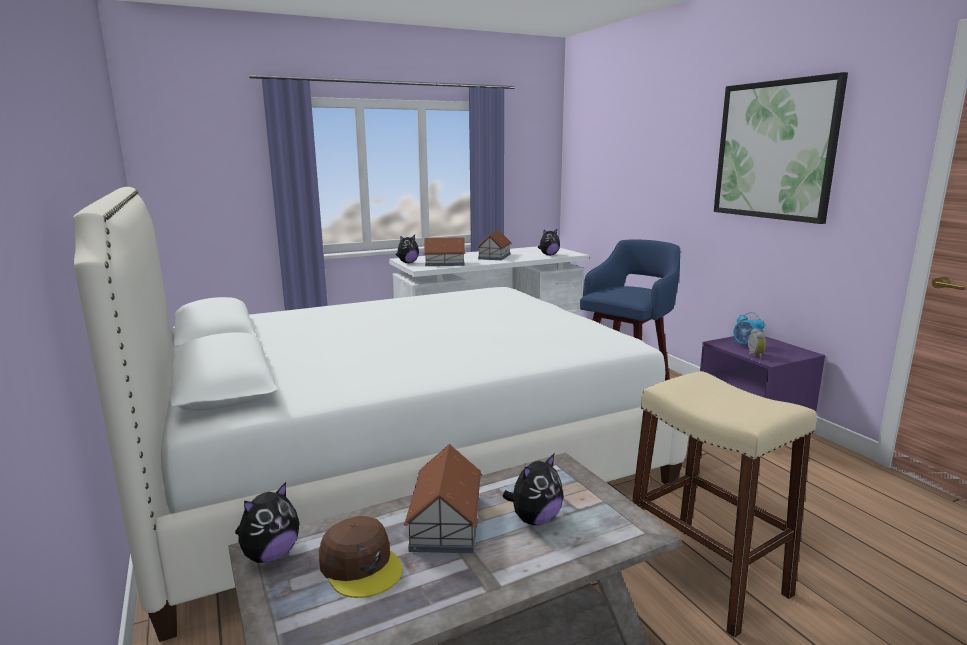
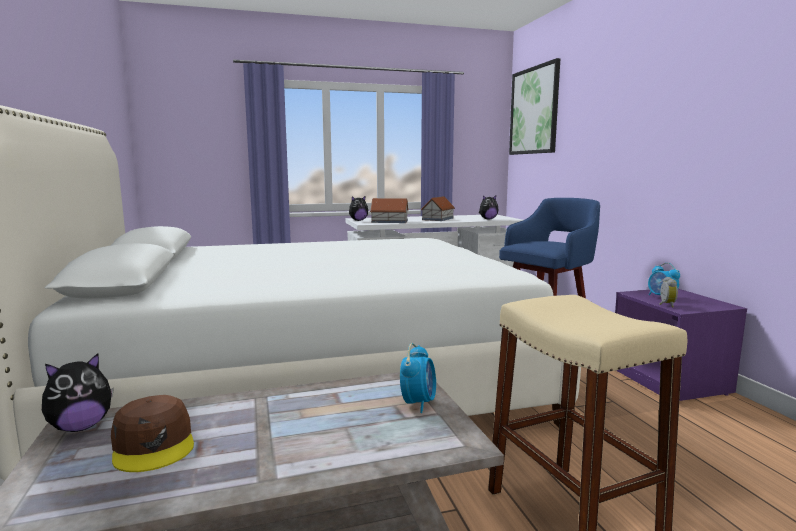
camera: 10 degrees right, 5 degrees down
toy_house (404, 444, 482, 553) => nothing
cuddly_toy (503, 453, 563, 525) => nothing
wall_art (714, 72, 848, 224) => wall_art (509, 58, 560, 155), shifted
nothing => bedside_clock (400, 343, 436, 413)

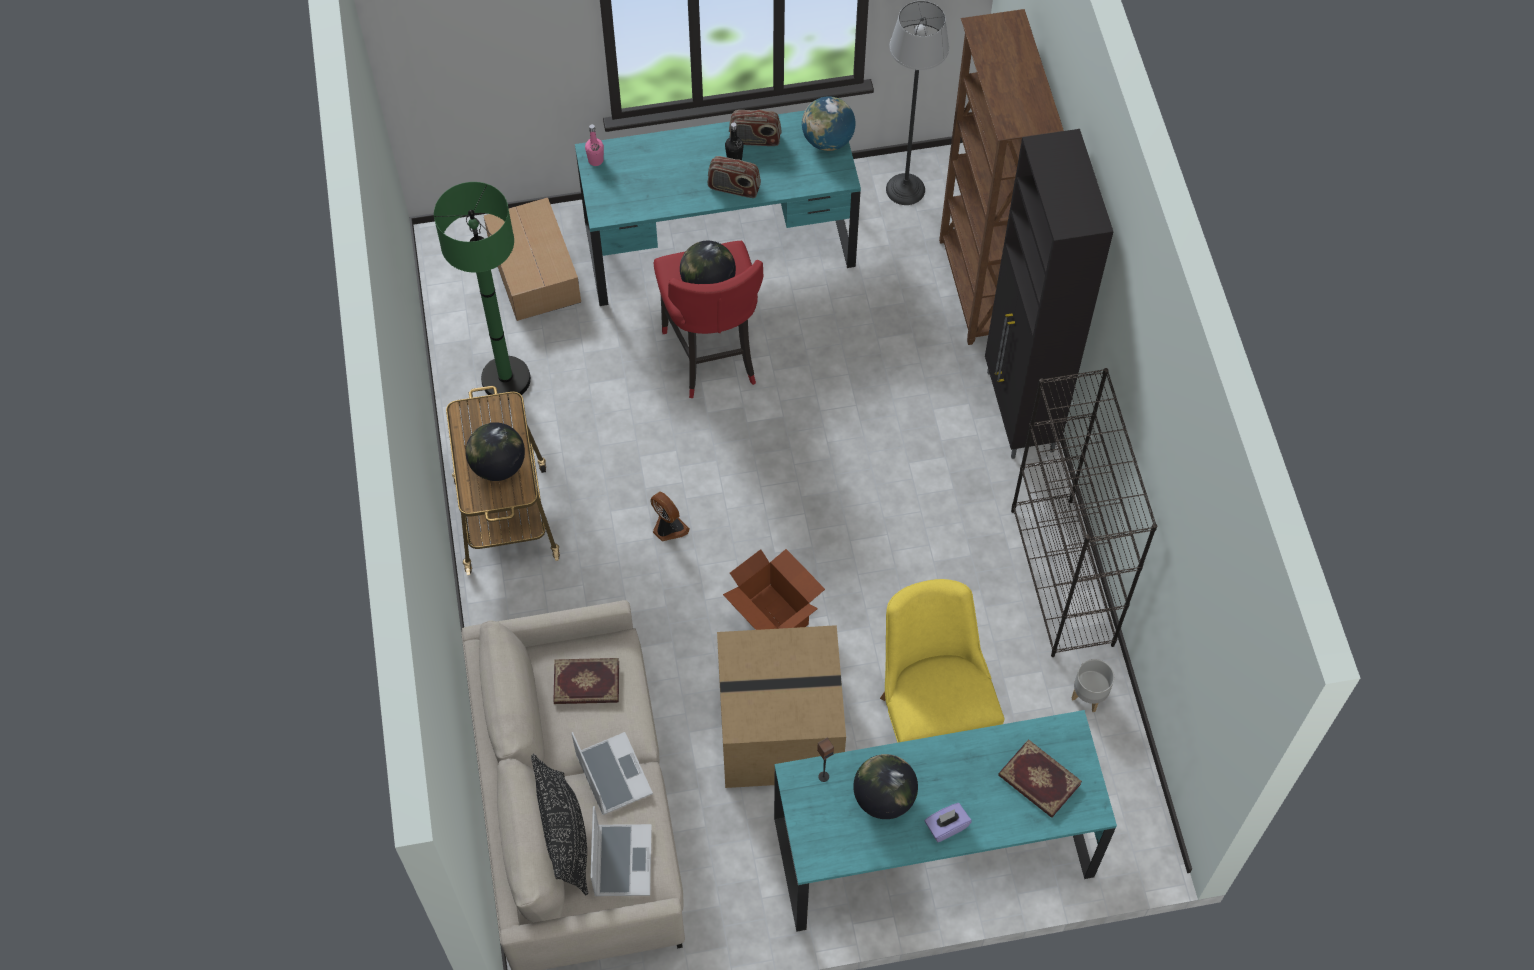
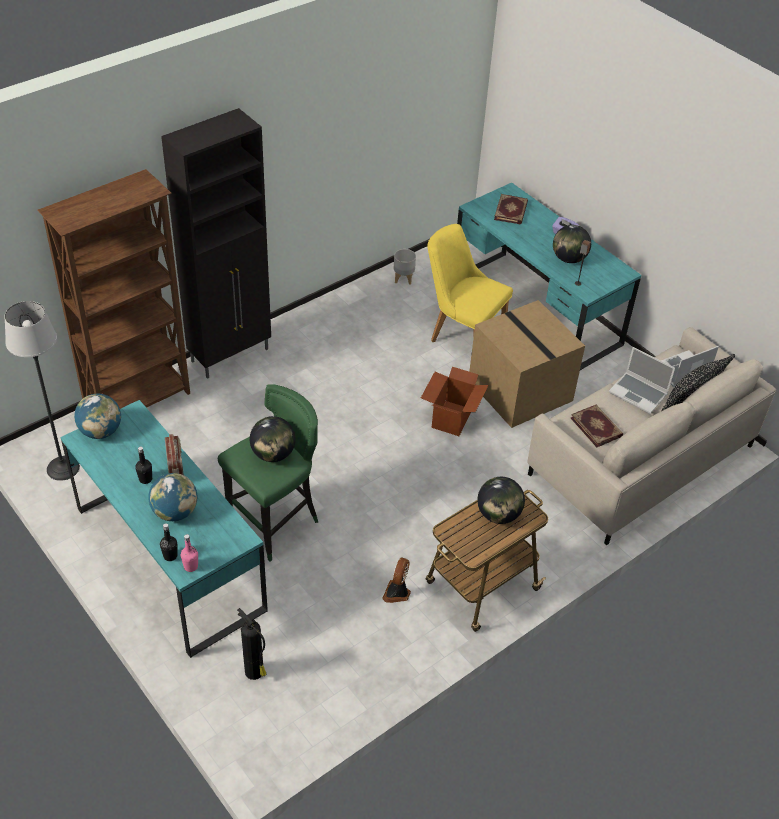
camera: 120 degrees left, 15 degrees down
green_floor_lamp (434, 182, 531, 400) => nothing
carton (484, 198, 581, 321) => fire-fighting_cylinder (237, 608, 267, 680)
notebook_computer (572, 732, 653, 815) => notebook_computer (609, 347, 675, 414), 90 degrees counterclockwise
cooling_fan (650, 491, 690, 541) => cooling_fan (382, 557, 411, 603), shifted
reddish_sitting_stool (654, 241, 763, 398) => green_sitting_stool (218, 384, 318, 561)
radio (729, 110, 781, 146) => nothing
yellow-coloured_upright_chair (880, 579, 1004, 743) => yellow-coloured_upright_chair (427, 224, 513, 342), 75 degrees clockwise
black-coloured_bookshelf (1011, 368, 1157, 657) => nothing
nothing => desk_globe (148, 473, 197, 521)
nothing => black-coloured_beverage_bottle (160, 523, 178, 561)

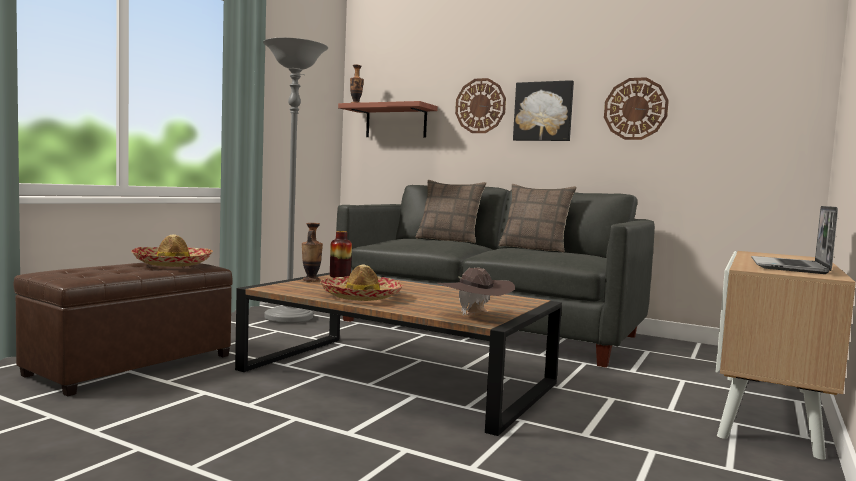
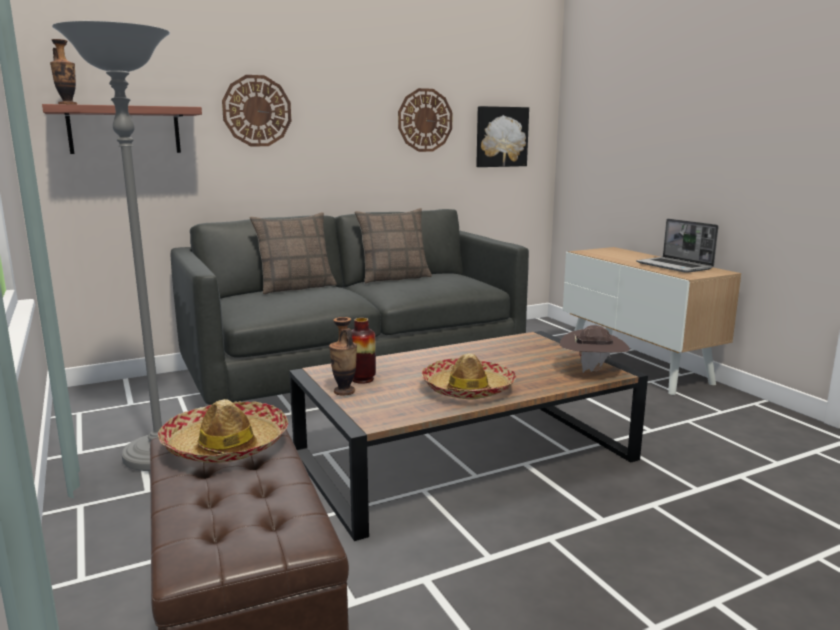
camera: 55 degrees left, 10 degrees up
wall_art (513, 80, 574, 141) => wall_art (476, 106, 529, 167), shifted

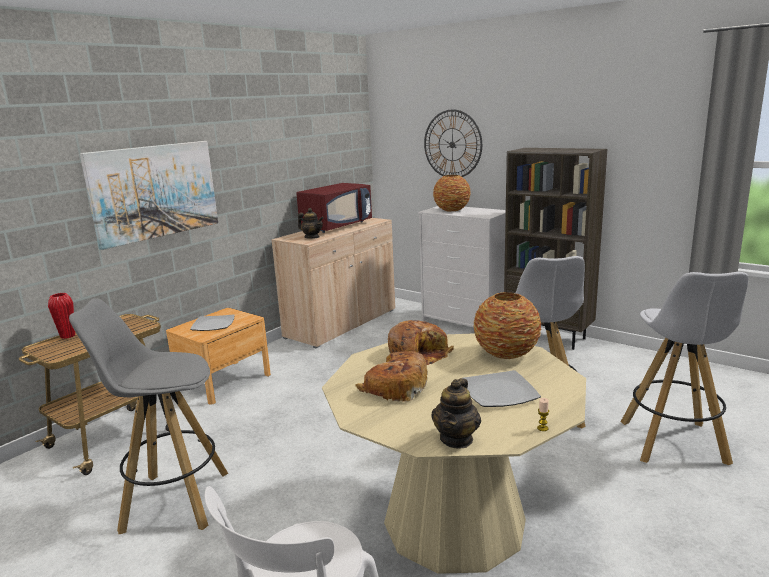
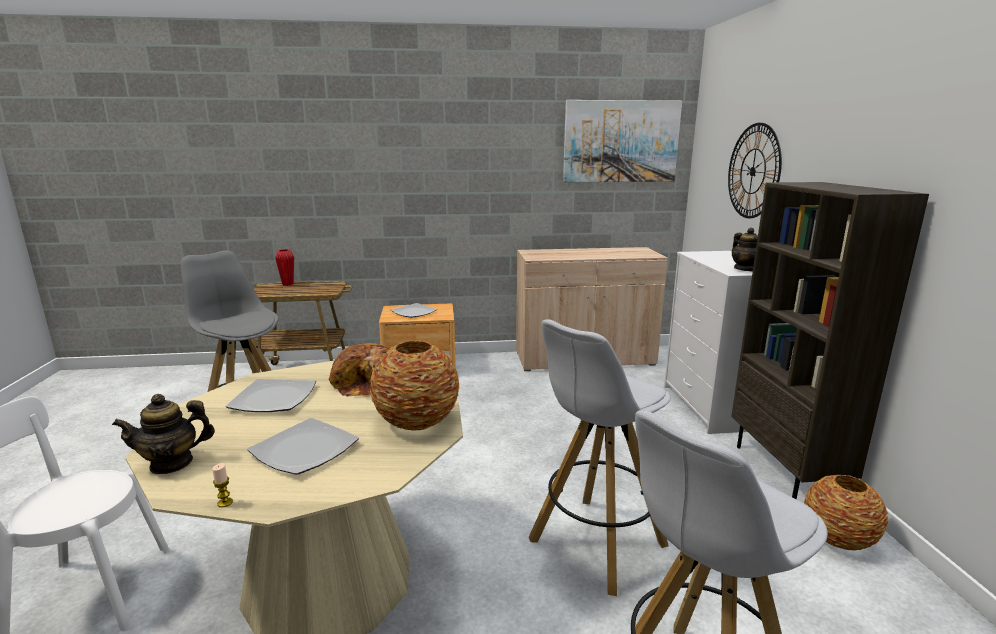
camera: 45 degrees right, 0 degrees up
wall_art (80, 141, 218, 250) => wall_art (563, 100, 682, 182), shifted
reddish_microwave (296, 183, 372, 233) => nothing
tea_pot (298, 208, 324, 239) => tea_pot (732, 228, 758, 271), shifted
baked_bread (355, 351, 427, 402) => plate (226, 379, 316, 412)
vase (433, 175, 471, 212) => vase (804, 475, 889, 551), shifted

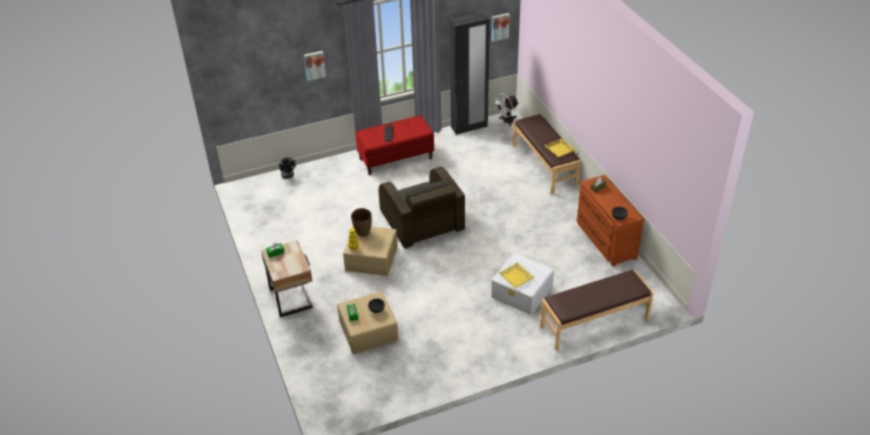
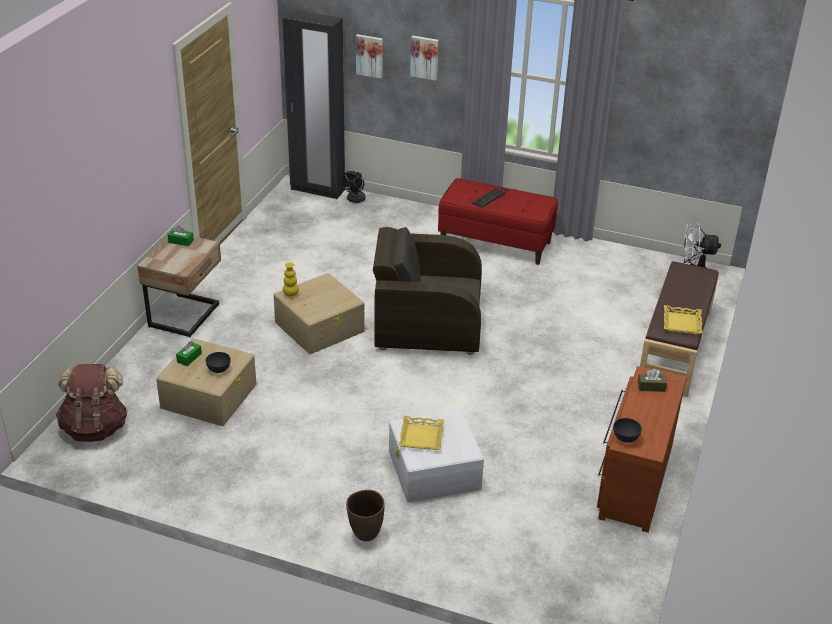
camera: 40 degrees right, 5 degrees down
brownish_vase (351, 208, 372, 236) => brownish_vase (346, 490, 385, 541), shifted
brownish_lounge_chair (379, 167, 465, 249) => brownish_lounge_chair (373, 227, 482, 355), 75 degrees clockwise
black-coloured_wardrobe (450, 12, 490, 135) => black-coloured_wardrobe (283, 10, 345, 199), shifted
wall_art (492, 13, 510, 42) => wall_art (356, 34, 383, 79), shifted
brownish_bench (540, 270, 654, 351) => nothing
nothing => brownish_rucksack (56, 364, 128, 442)

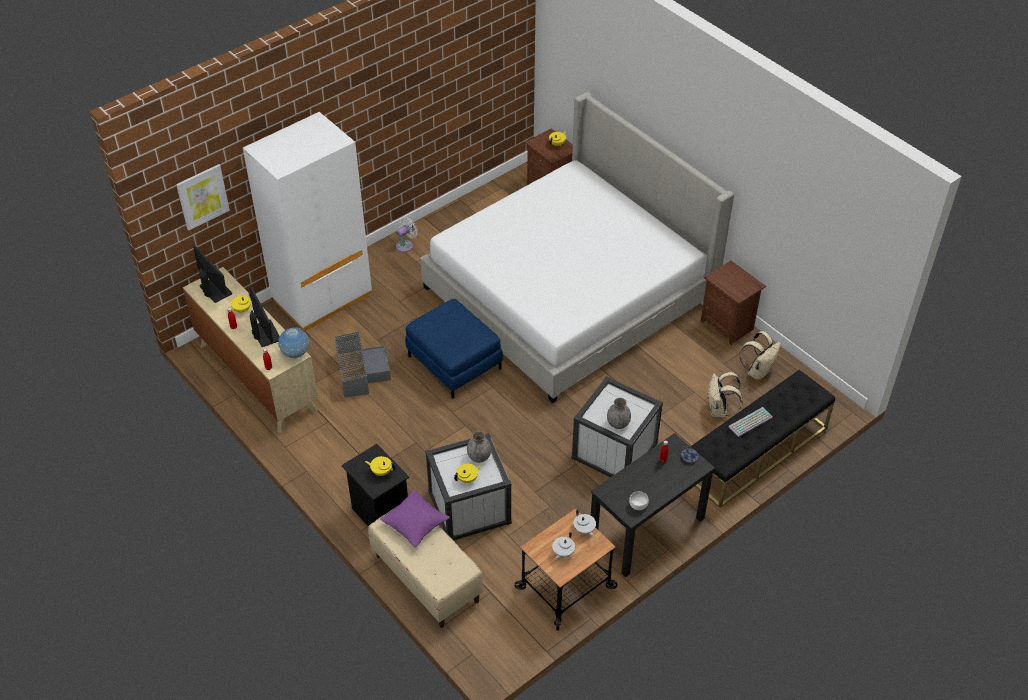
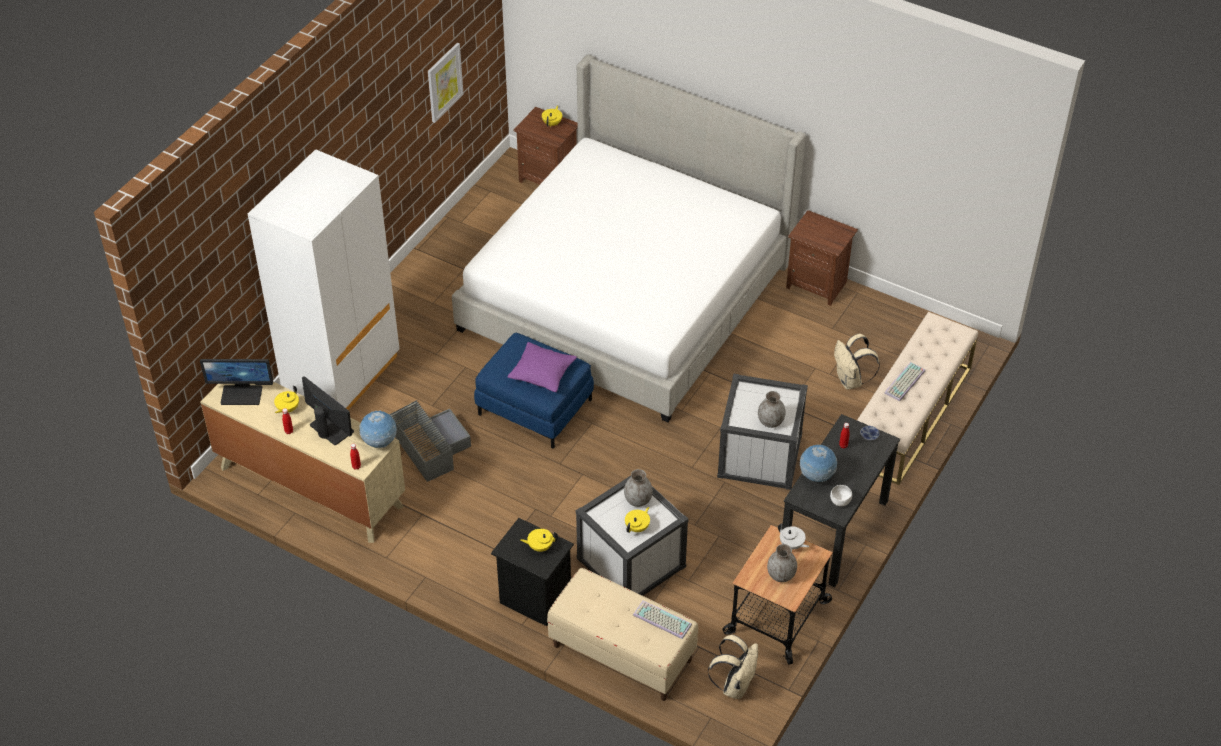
camera: 20 degrees left, 0 degrees up
wall_art (176, 164, 230, 231) => wall_art (428, 43, 464, 123), shifted
computer_screen (194, 246, 232, 303) => computer_screen (200, 359, 273, 405), 150 degrees clockwise
purplish_cushion (380, 490, 450, 547) => purplish_cushion (507, 342, 577, 392), shifted
white-coloured_cooling_fan (396, 217, 418, 252) => nothing
white-coloured_tea_pot (552, 532, 575, 560) => gray_vase (767, 544, 797, 582)
black-coloured_bench (690, 370, 835, 508) => beige_bench (857, 312, 978, 485)
beige_rucksack (739, 331, 781, 380) => beige_rucksack (708, 635, 758, 699), shifted
nothing => PC_keyboard (633, 601, 692, 639)
nothing => desk_globe (800, 445, 837, 482)

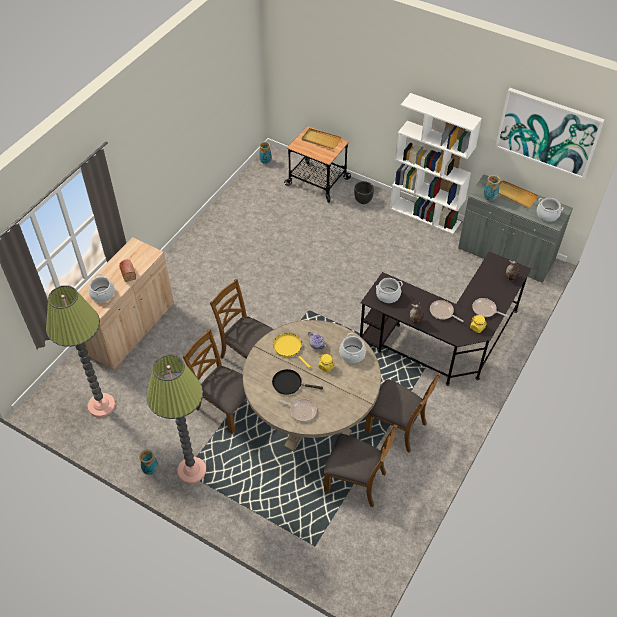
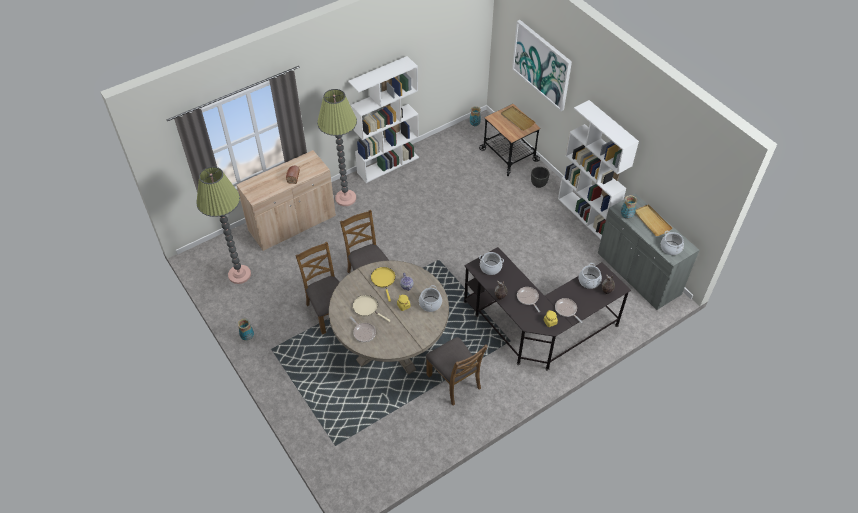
camera: 25 degrees right, 0 degrees up
stockpot (89, 274, 115, 303) => stockpot (579, 263, 602, 289), shifted
floor_lamp (146, 355, 206, 484) => floor_lamp (317, 89, 357, 206), shifted
black-coloured_frying_pan (272, 369, 323, 395) => beige_frying_pan (352, 295, 391, 322)
brownish_upright_chair (324, 424, 397, 507) => nothing
wall_art (495, 88, 605, 180) => wall_art (512, 20, 572, 111), shifted
nothing => white-coloured_bookshelf (348, 56, 419, 183)

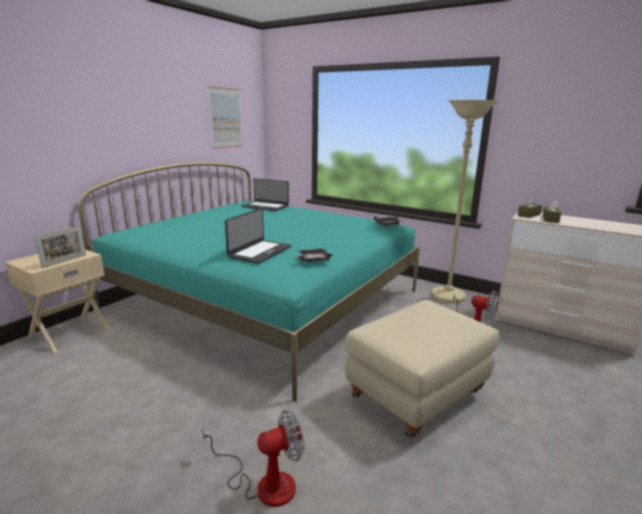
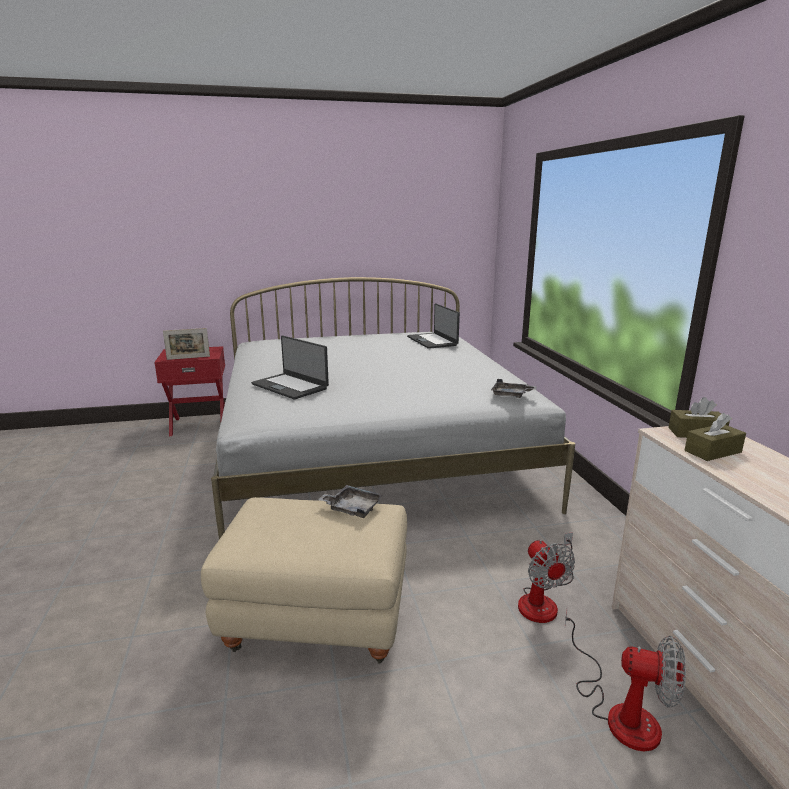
camera: 45 degrees right, 0 degrees up
beige_night_table (5, 250, 110, 353) => reddish_night_table (154, 346, 225, 436)
turquoise_bed (78, 162, 420, 402) => white-coloured_bed (211, 277, 575, 539)
cooling_fan (202, 410, 304, 507) => cooling_fan (565, 611, 686, 752), shifted
wall_art (208, 87, 243, 149) => nothing
notebook_computer (225, 208, 292, 264) => notebook_computer (251, 336, 329, 400), 60 degrees clockwise
gray_serving_tray (295, 248, 332, 262) => gray_serving_tray (318, 485, 383, 518), shifted
beige_floor_lamp (432, 100, 499, 303) => nothing

